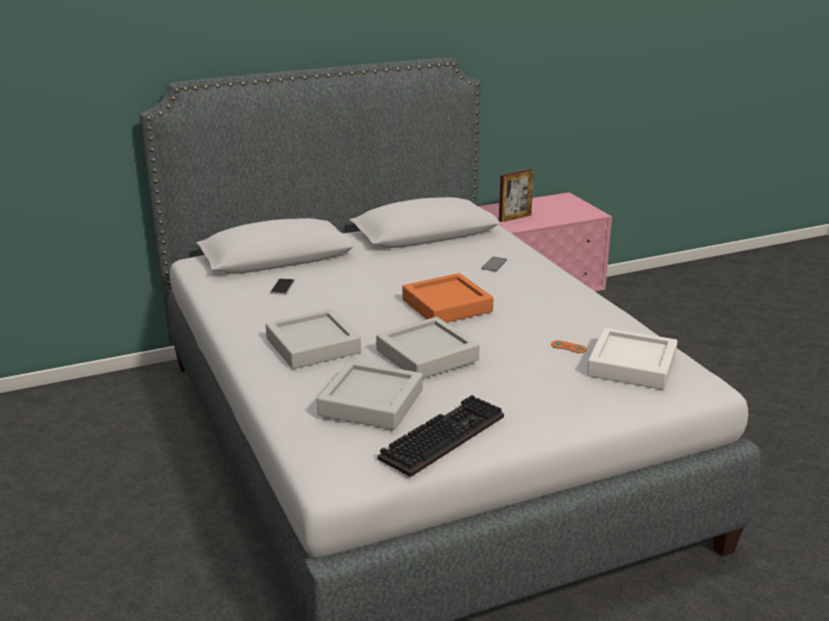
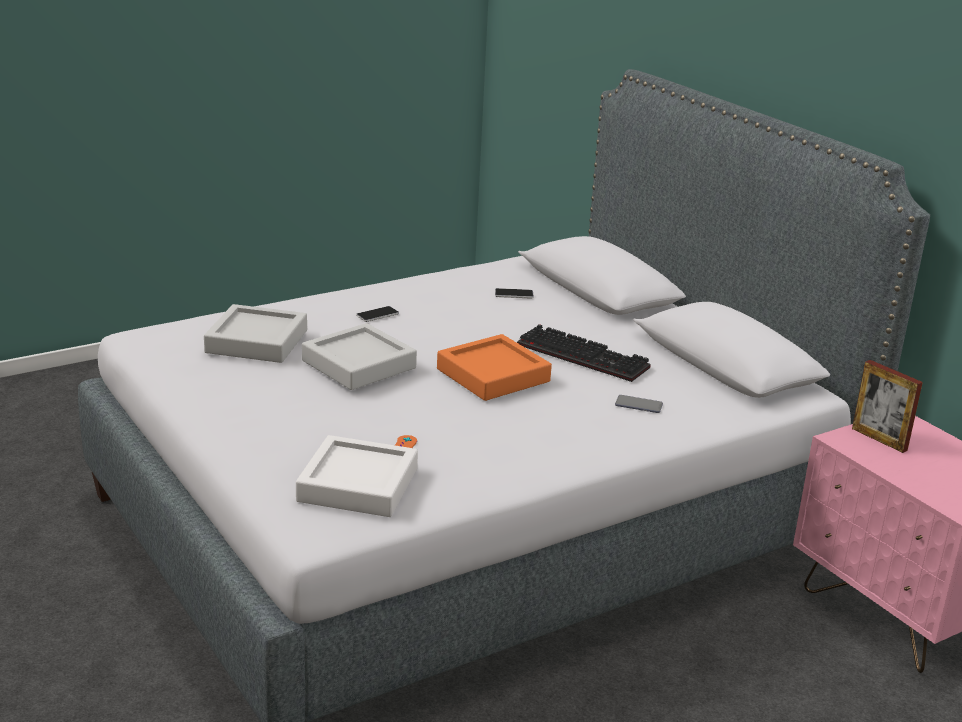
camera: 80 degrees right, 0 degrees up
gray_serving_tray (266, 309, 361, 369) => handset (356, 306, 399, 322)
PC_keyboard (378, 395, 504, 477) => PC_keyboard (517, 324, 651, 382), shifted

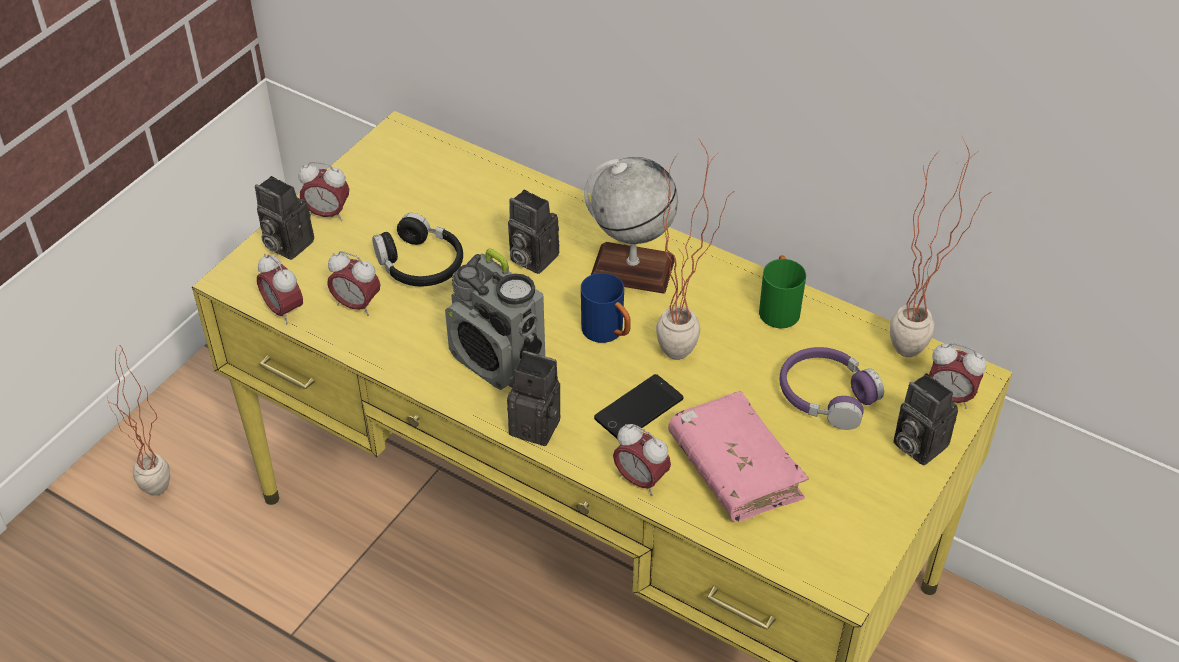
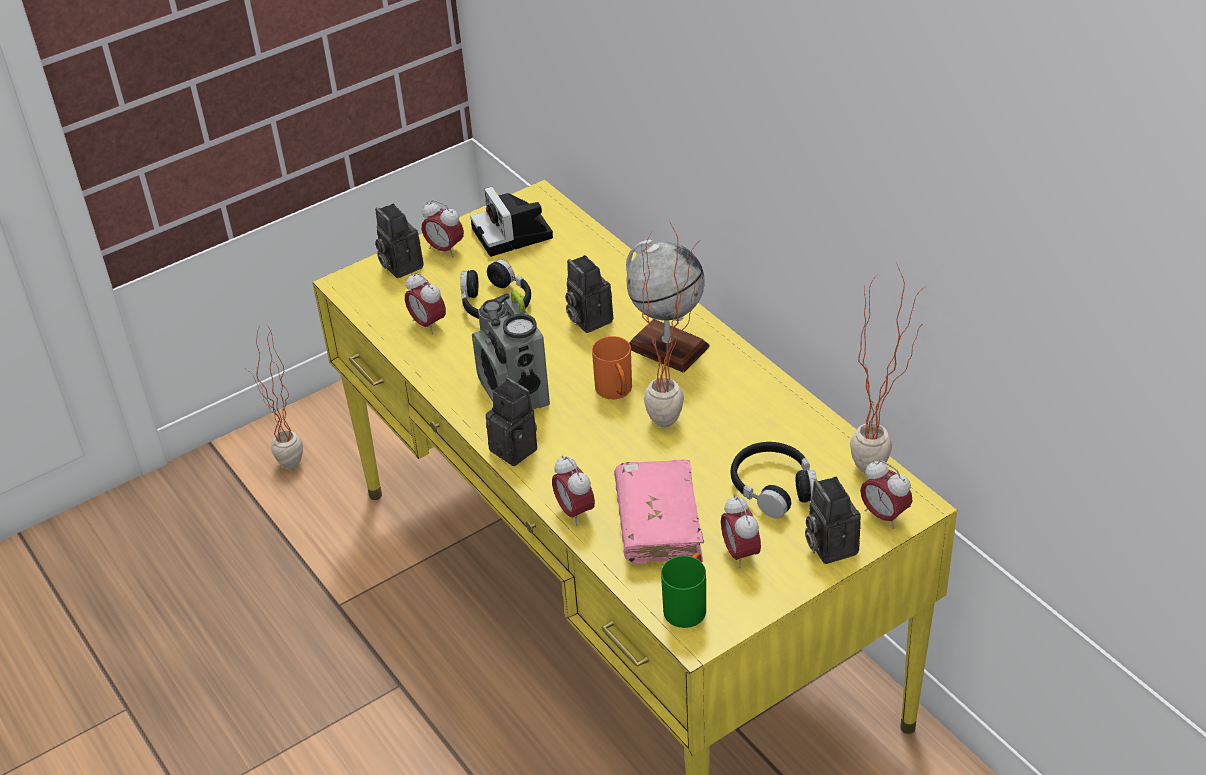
camera: 25 degrees right, 5 degrees down
bedside_clock (257, 254, 303, 324) => bedside_clock (721, 495, 761, 569), shifted
blue_tea_mug (581, 273, 631, 343) => orangey_tea_mug (592, 336, 632, 399)
handset (594, 374, 683, 439) => nothing
green_tea_mug (759, 255, 806, 328) => green_tea_mug (661, 553, 706, 628), shifted
purplish_headset (779, 347, 884, 430) => black-coloured_headset (731, 442, 817, 519)
nothing => photo_camera (470, 187, 553, 257)

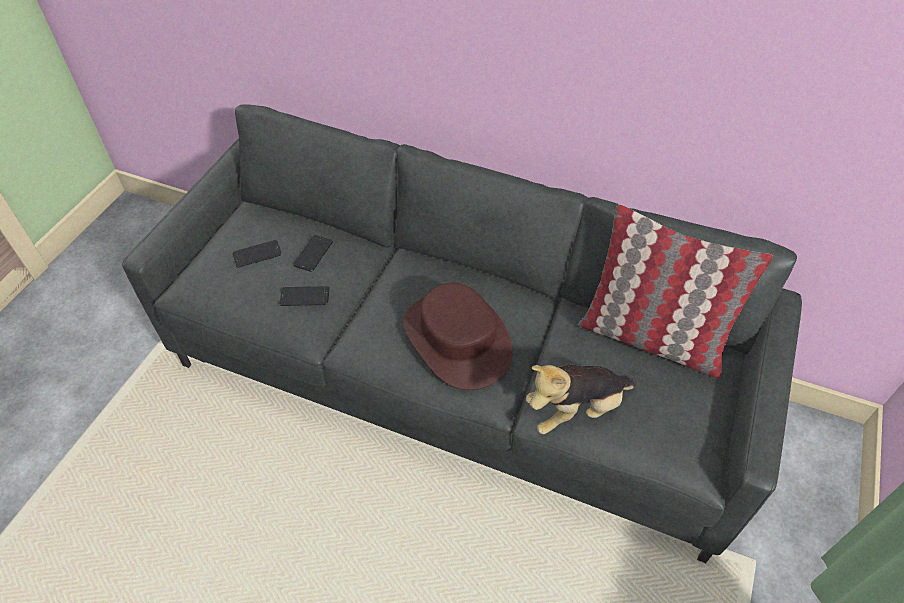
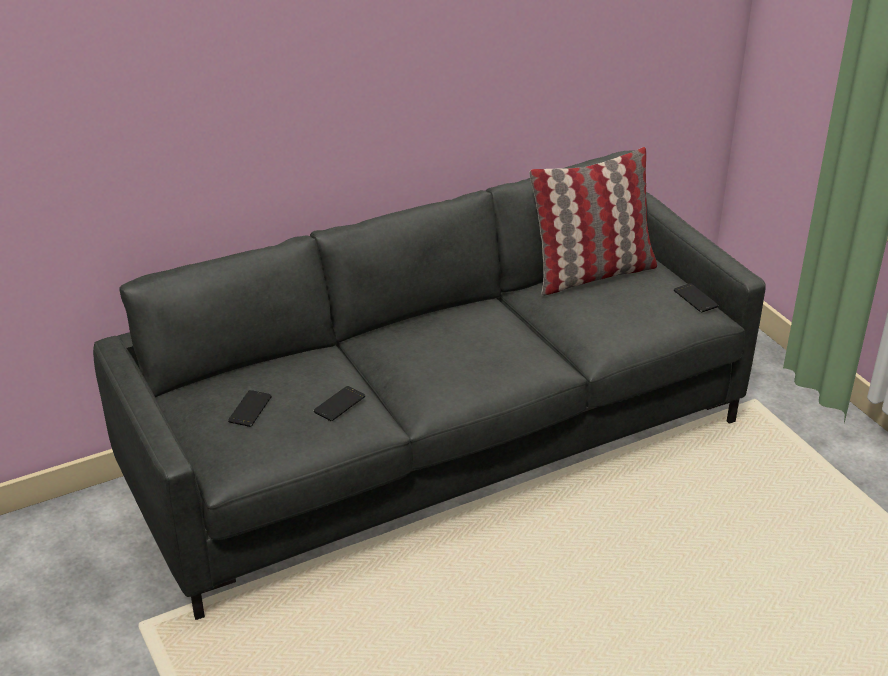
camera: 50 degrees left, 15 degrees down
handset (293, 235, 333, 272) => handset (673, 283, 718, 312), shifted
brownish_hat (403, 283, 513, 390) => nothing
cuddly_toy (526, 365, 637, 434) => nothing

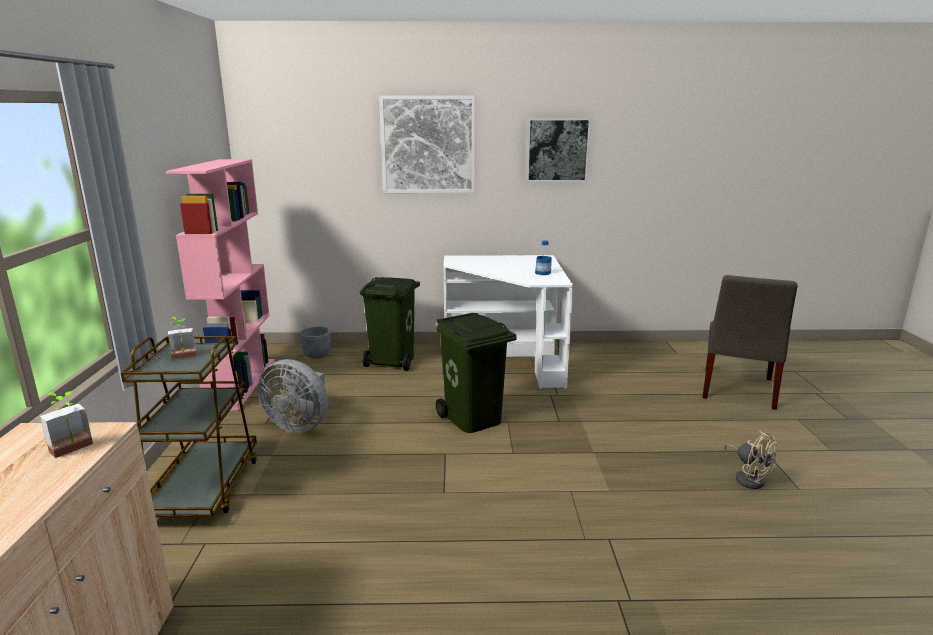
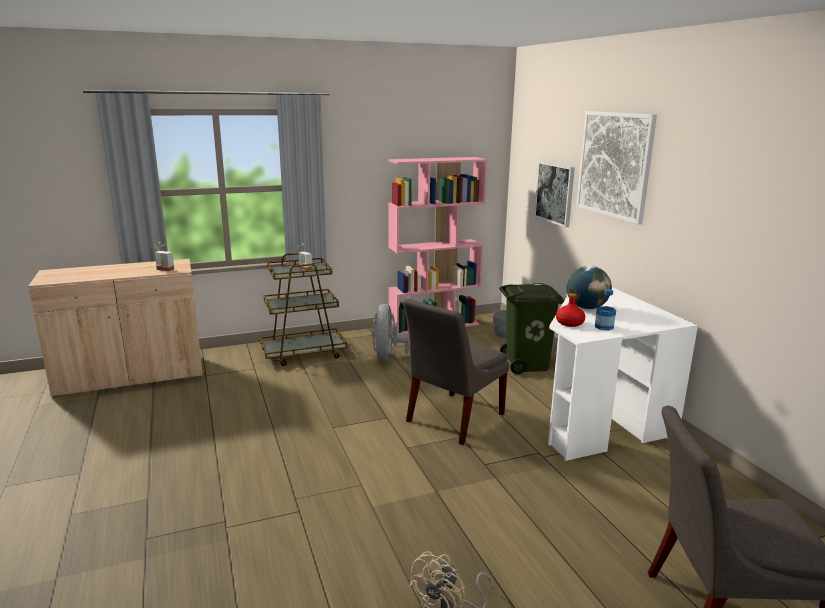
camera: 70 degrees right, 0 degrees up
green_rubbish_bin (436, 313, 517, 433) => gray_upright_chair (403, 299, 509, 445)
wall_art (526, 118, 591, 182) => wall_art (534, 161, 575, 227), shifted
nothing => reddish_beverage_bottle (556, 293, 585, 327)
nothing => desk_globe (567, 266, 612, 309)

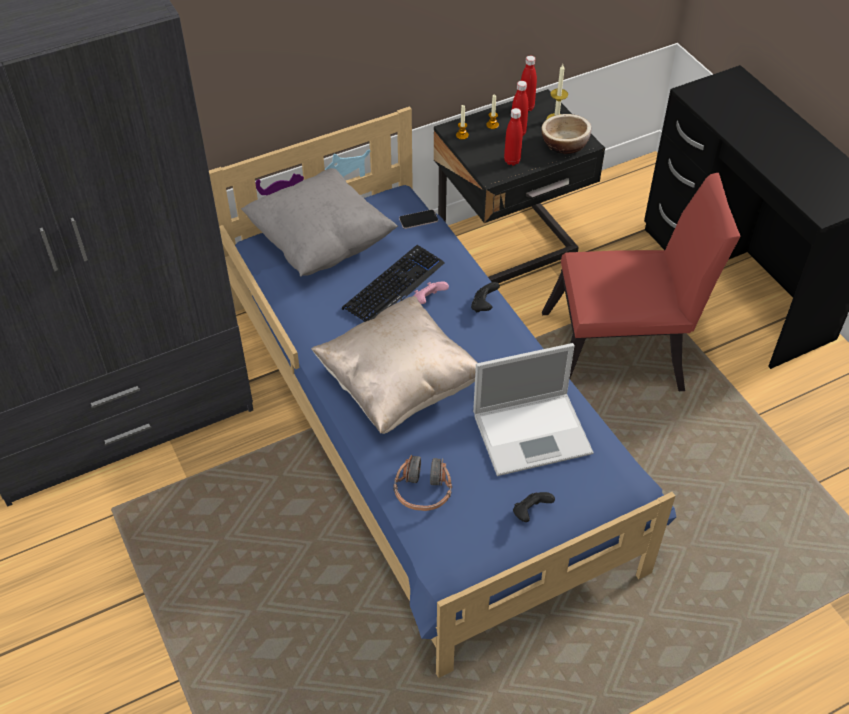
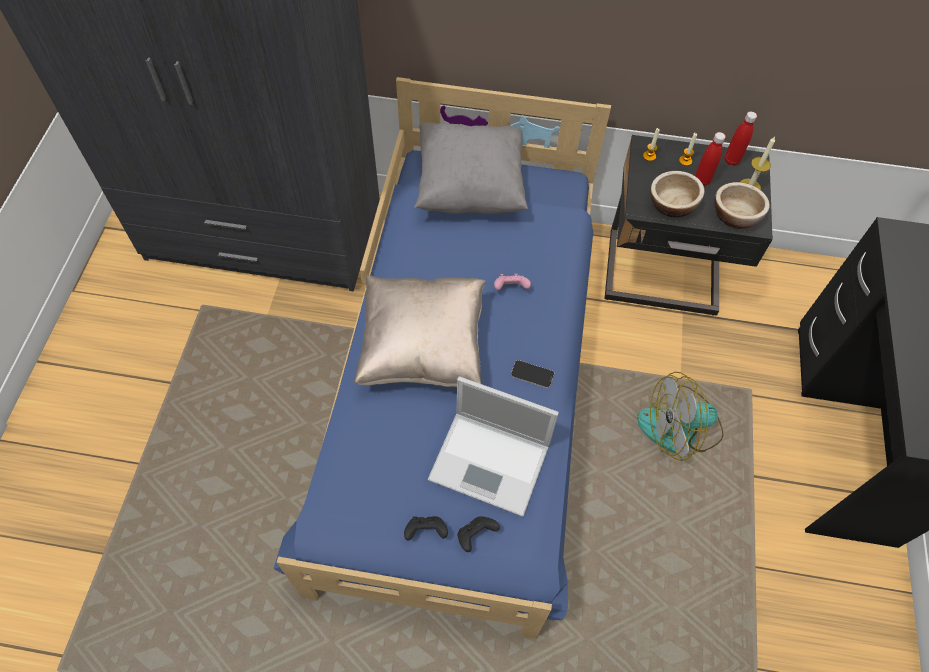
camera: 35 degrees right, 10 degrees up
PC_keyboard (342, 245, 444, 322) => nothing
headset (393, 455, 452, 511) => nothing
handset (399, 210, 438, 229) => handset (511, 360, 554, 388), shifted
black-coloured_gamepad (471, 282, 500, 313) => black-coloured_gamepad (458, 516, 500, 552), shifted
reddish_beverage_bottle (504, 108, 523, 165) => serving_bowl (650, 171, 704, 217)
reddish_upright_chair (542, 173, 741, 391) => cooling_fan (637, 372, 723, 461)

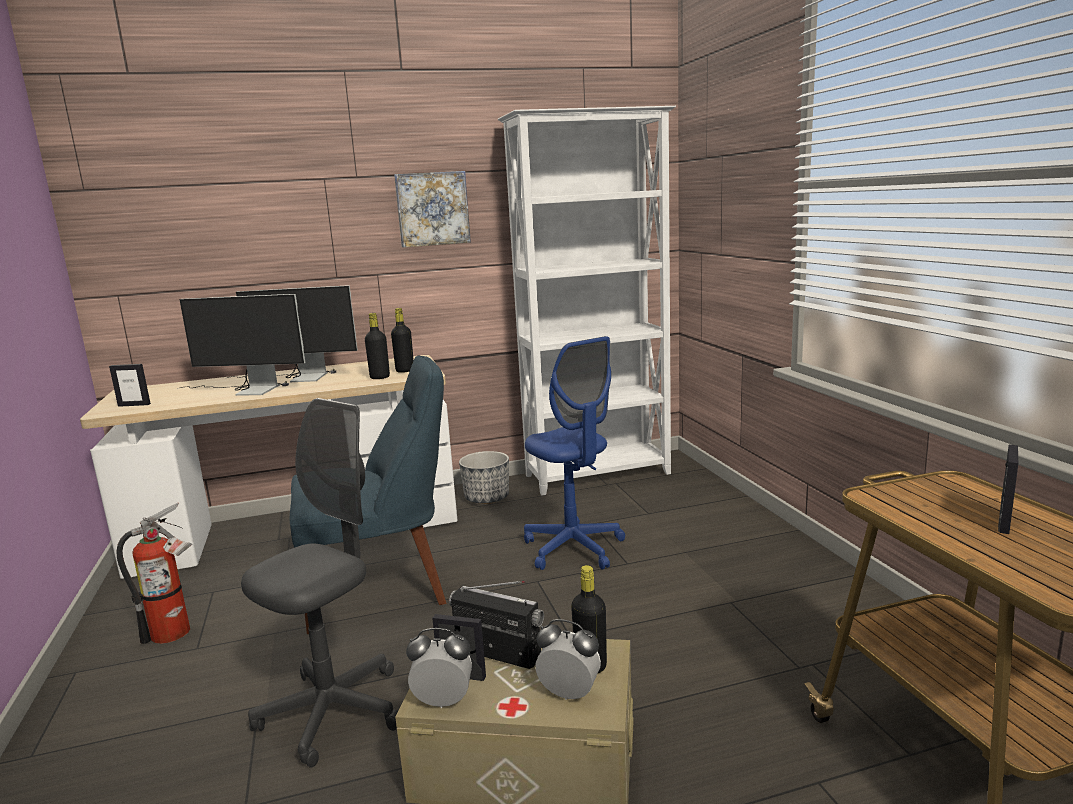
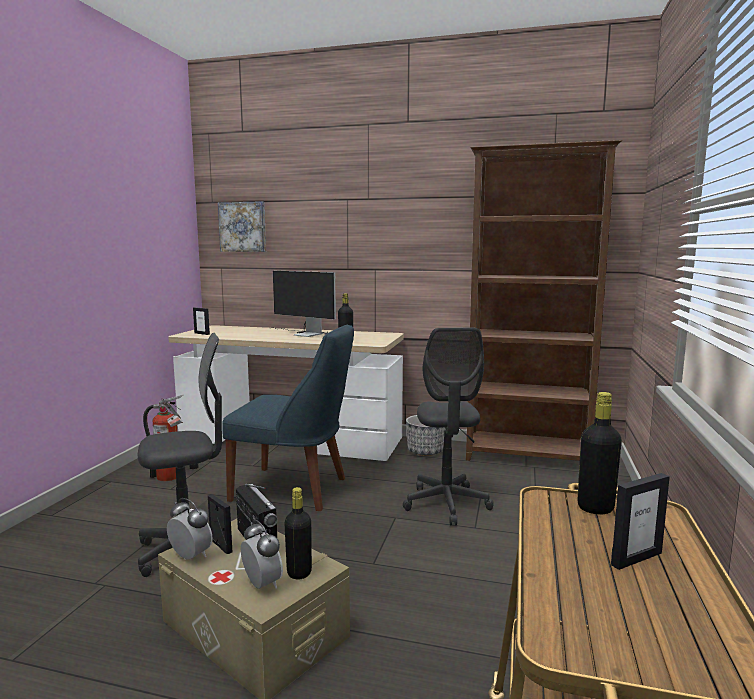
camera: 30 degrees right, 5 degrees down
computer_screen (177, 294, 306, 396) => nothing
black-coloured_beverage_bottle (391, 308, 414, 373) => black-coloured_beverage_bottle (577, 392, 622, 514), shifted
wall_art (394, 171, 471, 247) => wall_art (218, 201, 266, 252), shifted
white-coloured_bookshelf (498, 106, 676, 495) => brownish_bookshelf (466, 140, 622, 461)
blue_computer_chair (524, 336, 625, 570) => gray_computer_chair (403, 328, 494, 525)

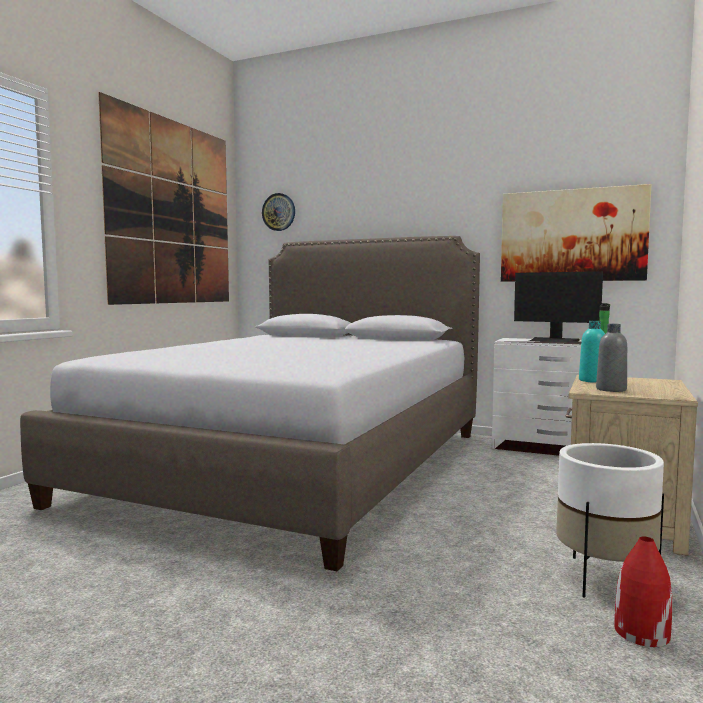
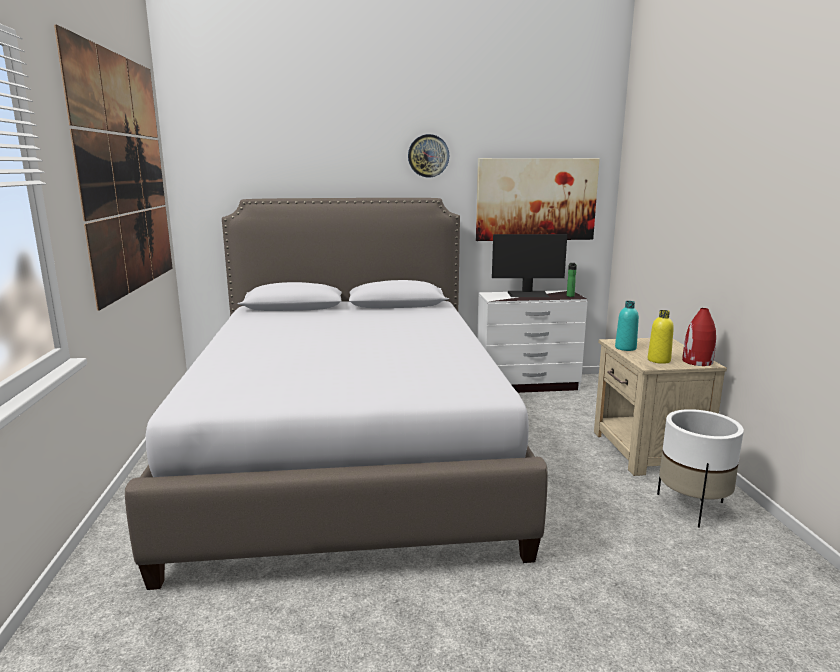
camera: 30 degrees left, 10 degrees up
wall_clock (262, 193, 295, 231) => wall_clock (408, 134, 449, 177), shifted
gray_beverage_bottle (596, 324, 627, 392) => yellow-coloured_beverage_bottle (648, 310, 674, 364)
reddish_vase (614, 537, 672, 647) => reddish_vase (682, 308, 716, 366), shifted

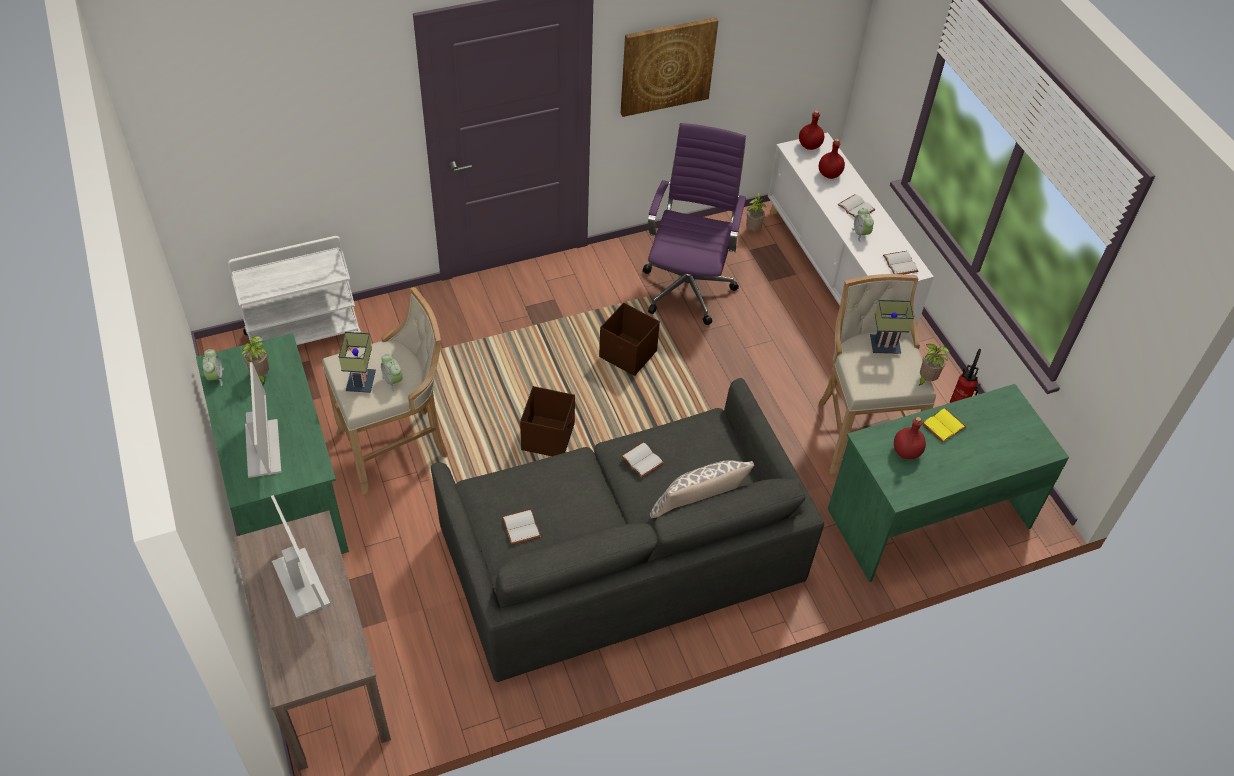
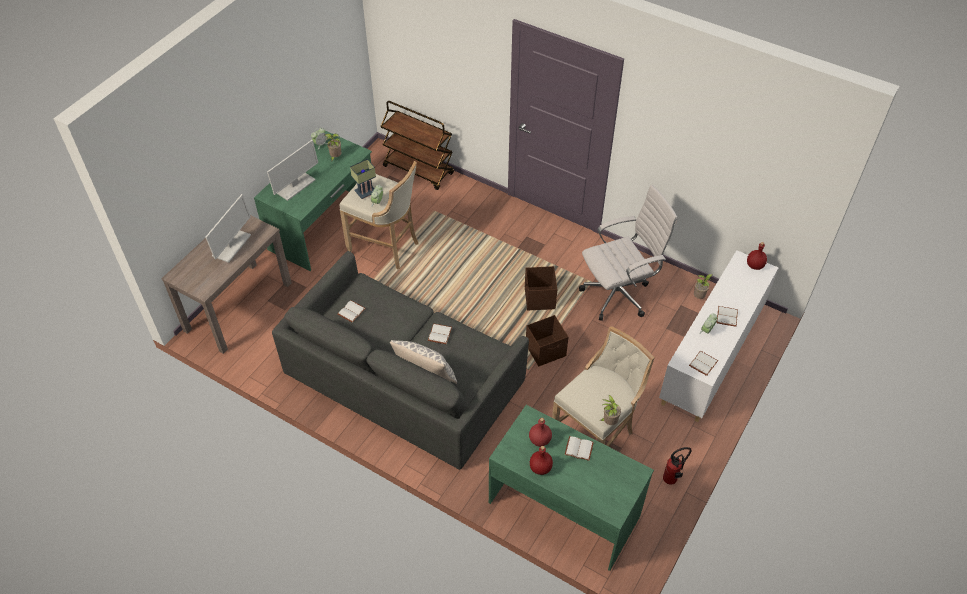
camera: 55 degrees right, 0 degrees up
white-coloured_cart (228, 236, 361, 345) => brownish_cart (380, 101, 454, 190)
brownish_storage_bin (520, 386, 575, 456) => brownish_storage_bin (526, 315, 568, 366), shifted
wall_art (620, 17, 718, 117) => nothing
purplish_computer_chair (643, 123, 747, 325) => white-coloured_computer_chair (579, 185, 678, 321)
reddish_beverage_bottle (819, 139, 845, 179) => reddish_beverage_bottle (530, 446, 553, 475), shifted
tabletop_lamp (870, 300, 914, 354) => nothing
yellow-coloured_book (922, 408, 966, 443) => white-coloured_book (565, 436, 594, 461)

